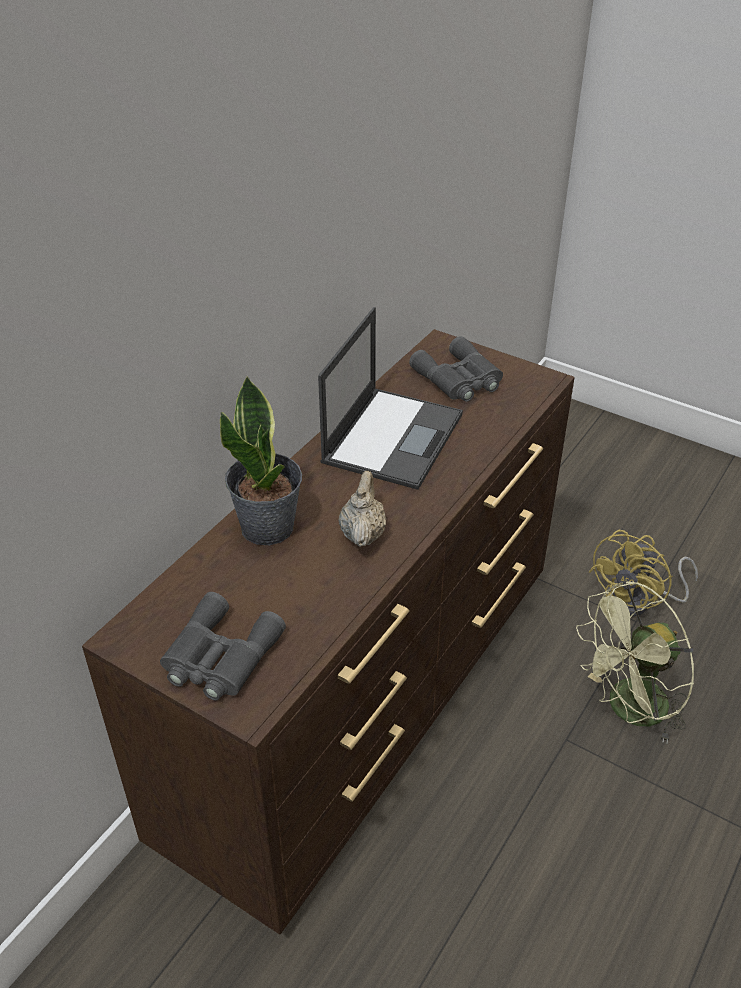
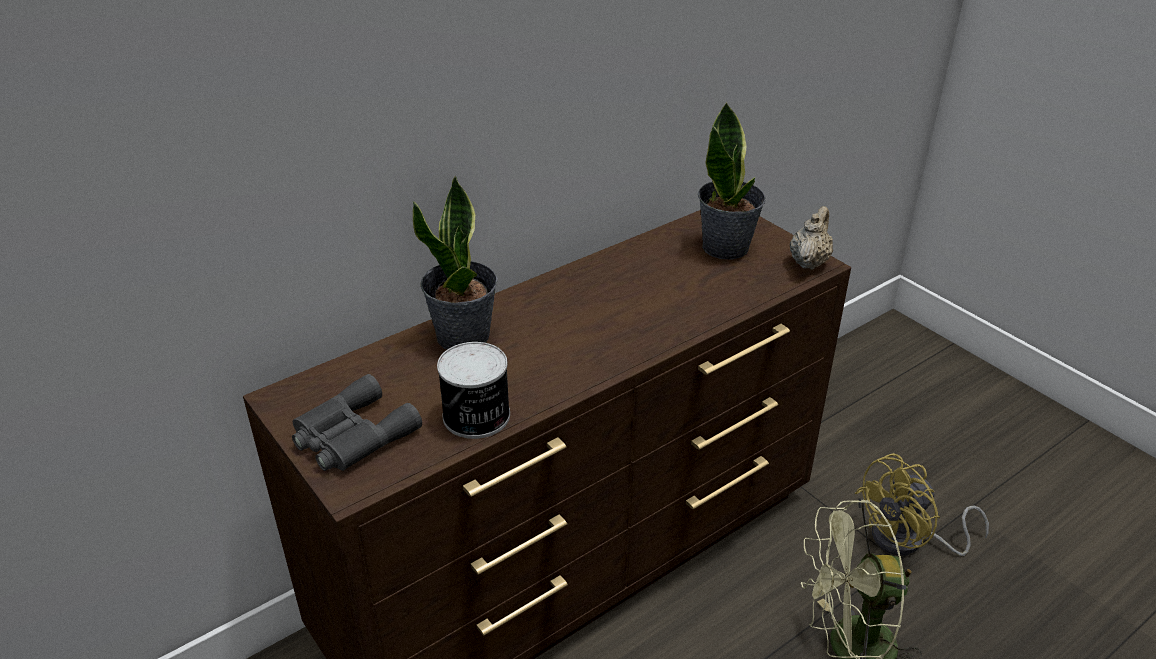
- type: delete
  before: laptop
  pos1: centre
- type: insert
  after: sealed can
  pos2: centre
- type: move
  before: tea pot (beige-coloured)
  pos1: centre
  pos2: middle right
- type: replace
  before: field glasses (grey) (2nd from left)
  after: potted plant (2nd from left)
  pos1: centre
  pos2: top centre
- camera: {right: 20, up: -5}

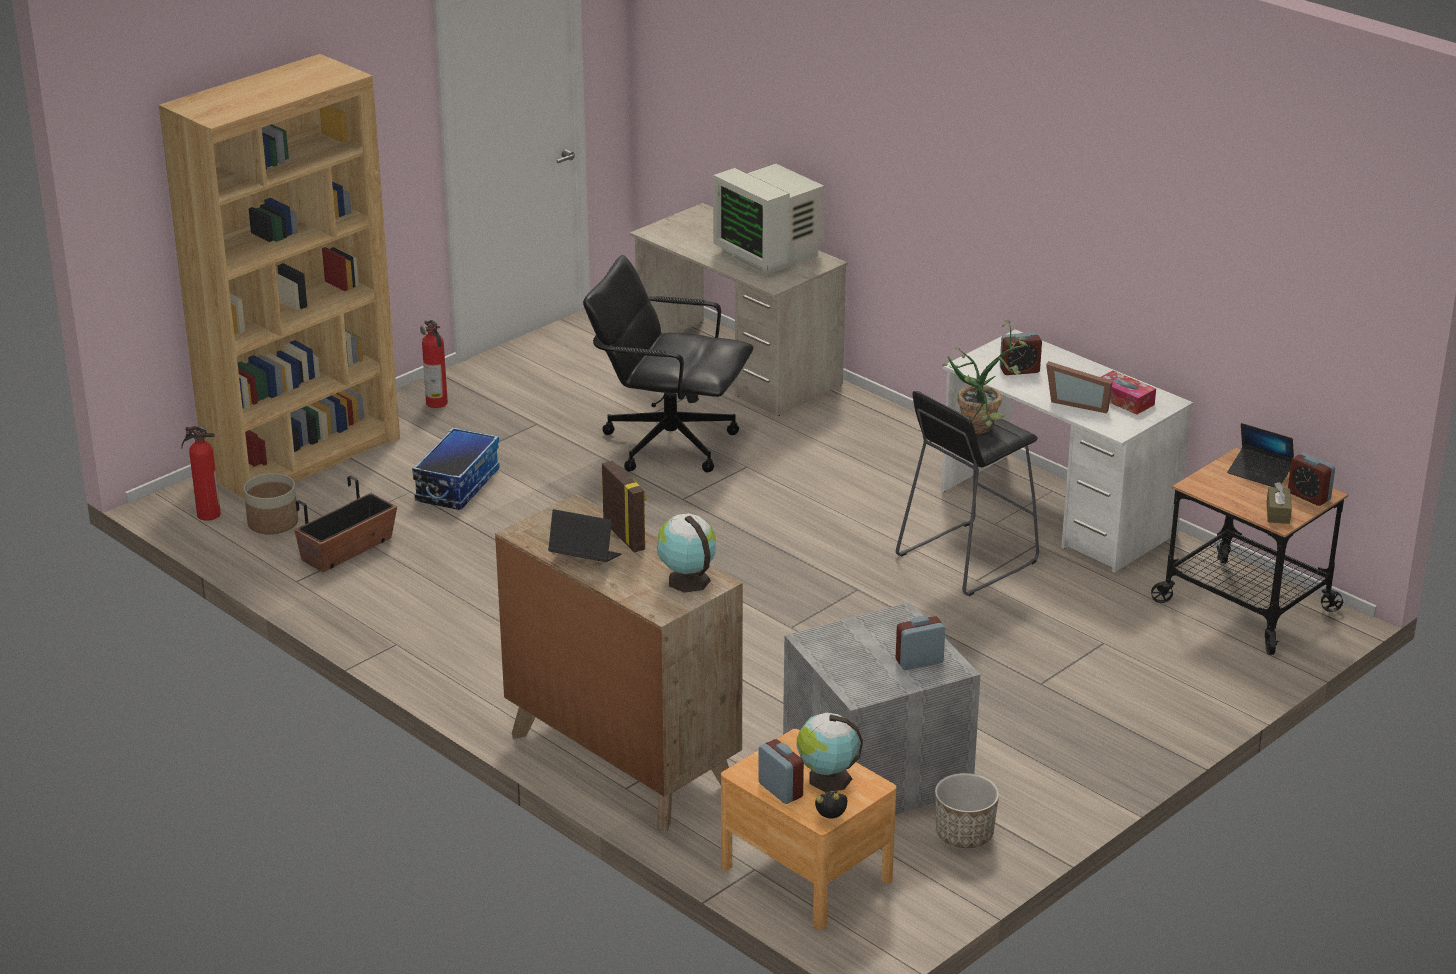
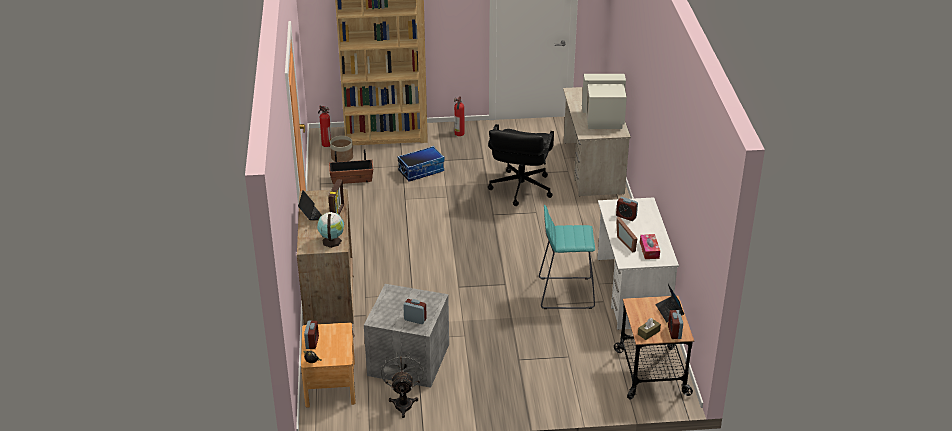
- type: delete
  before: world globe (2nd from left)
  pos1: bottom centre
- type: delete
  before: potted plant
  pos1: middle right
- type: replace
  before: plant pot (3rd from left)
  after: cooling fan (grey)
  pos1: bottom centre
  pos2: bottom centre
- type: recolor
  before: stool (black-coloured)
  after: stool (turquoise)
  pos1: centre
  pos2: centre
- type: rotate
  before: computer chair (black-coloured)
  pos1: centre
  pos2: centre
  turn: -135
- type: rotate
  before: computer screen
  pos1: top centre
  pos2: top centre
  turn: 90
- camera: {right: 40, up: 5}

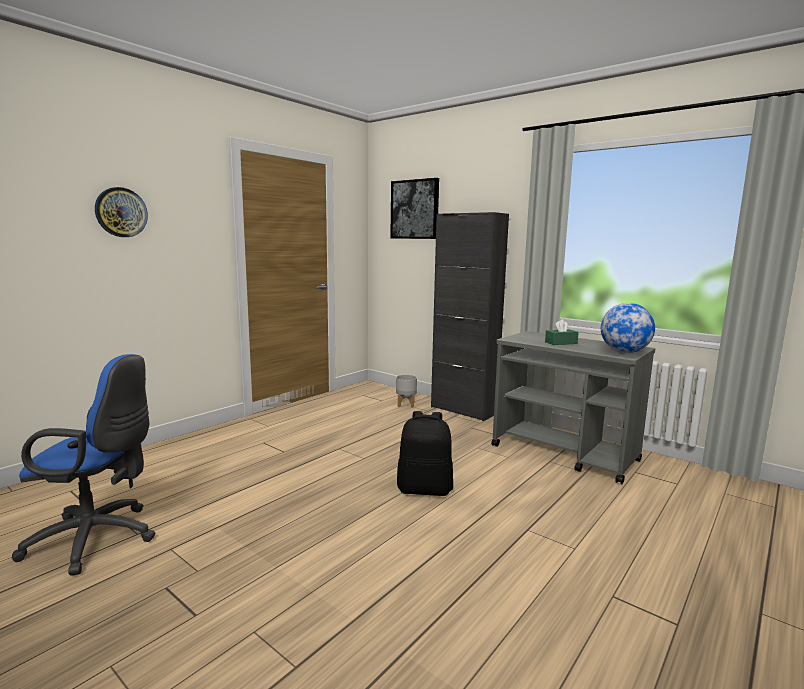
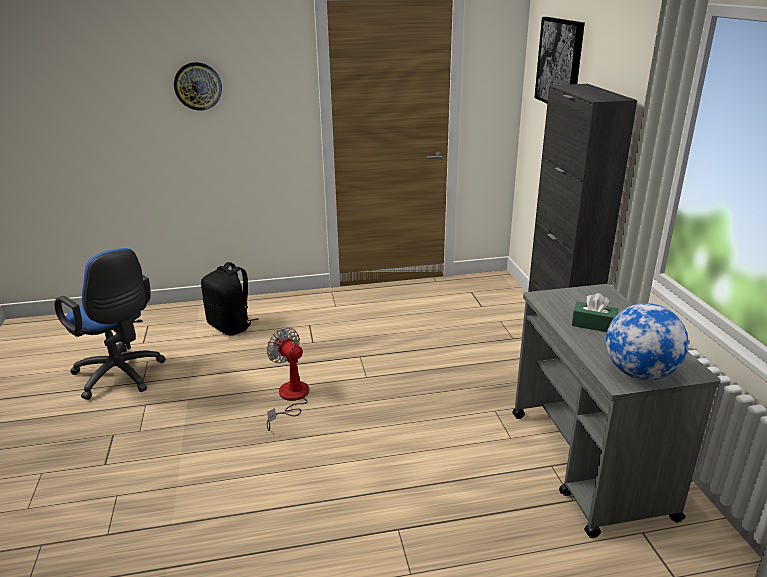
- type: delete
  before: plant pot (grey)
  pos1: centre
- type: insert
  after: cooling fan
  pos2: centre
- type: move
  before: backpack (black-coloured)
  pos1: centre
  pos2: middle left
- camera: {right: 40, up: 15}

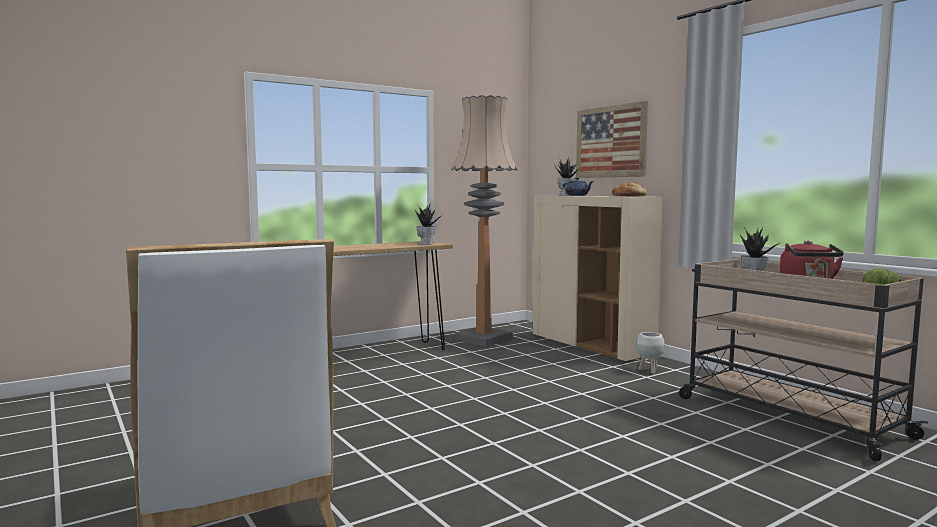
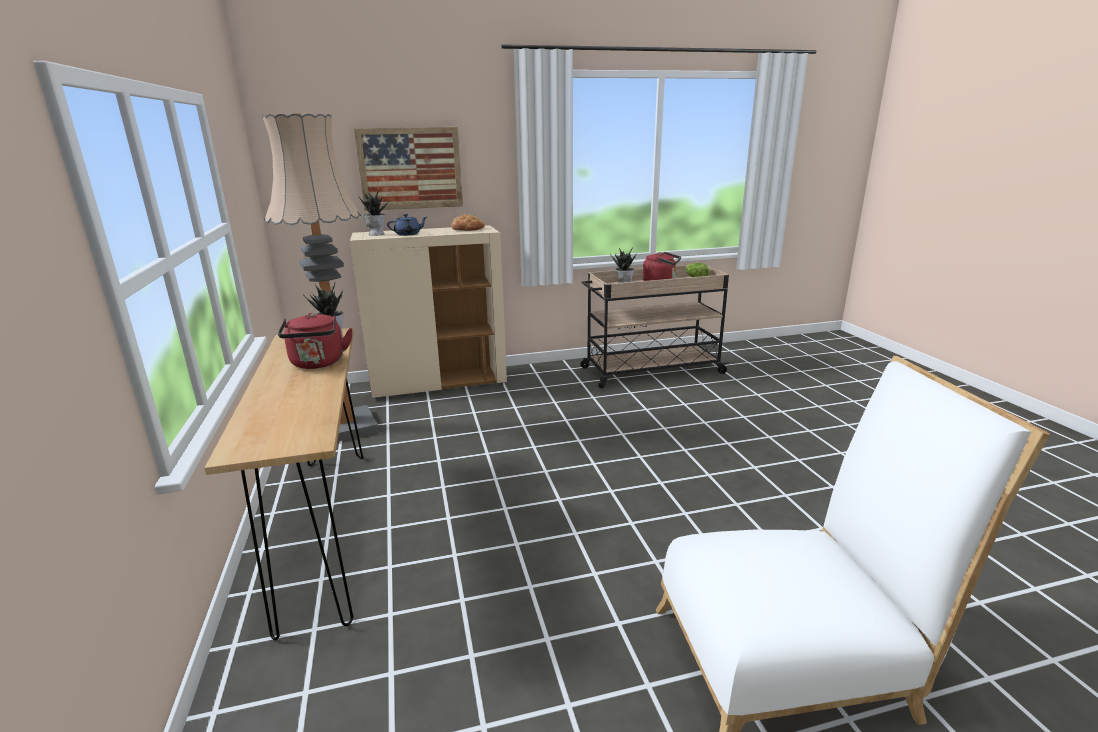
- type: delete
  before: plant pot (white-coloured)
  pos1: bottom right
- type: insert
  after: tea kettle (reddish) (1st from left)
  pos2: middle left
- camera: {right: -70, up: 15}

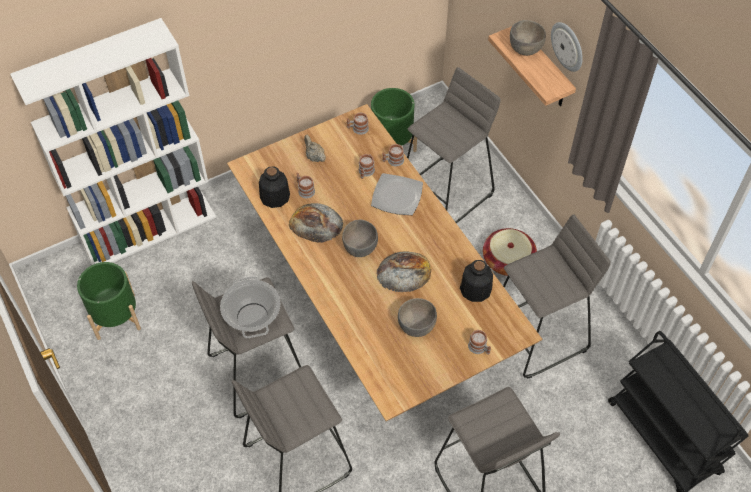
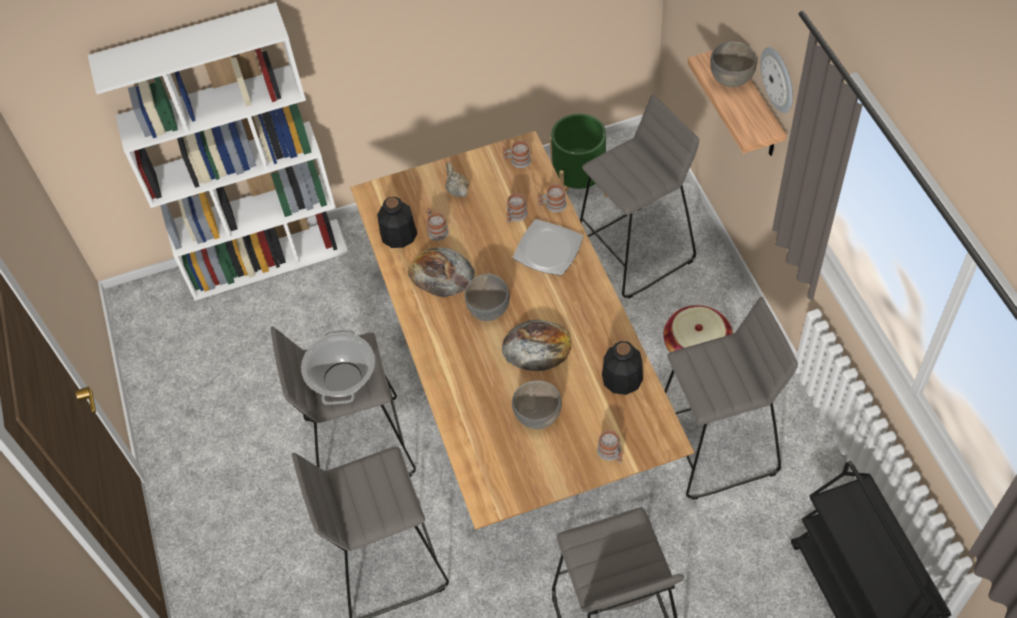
- type: delete
  before: plant pot (green-coloured) (1st from left)
  pos1: middle left
- camera: {right: 15, up: 0}

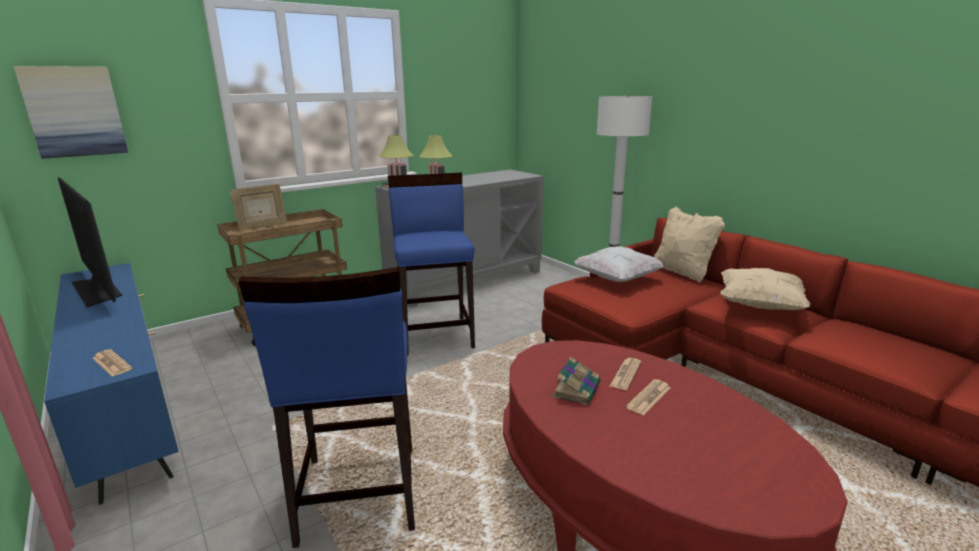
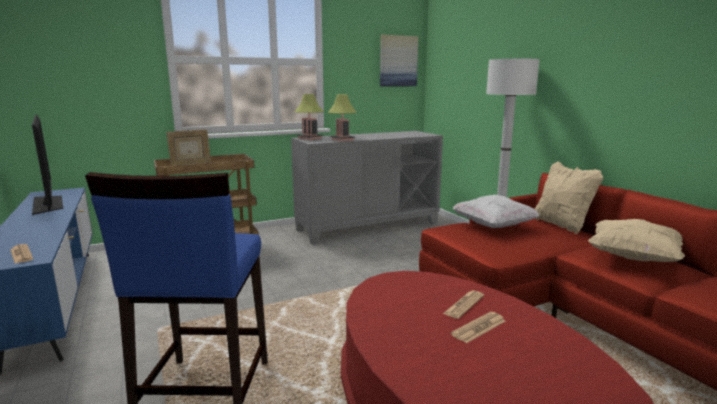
- type: delete
  before: stool (blue-coloured) (2nd from left)
  pos1: centre
- type: delete
  before: book
  pos1: bottom centre
- type: move
  before: wall art
  pos1: top left
  pos2: top centre
- camera: {right: 10, up: -5}

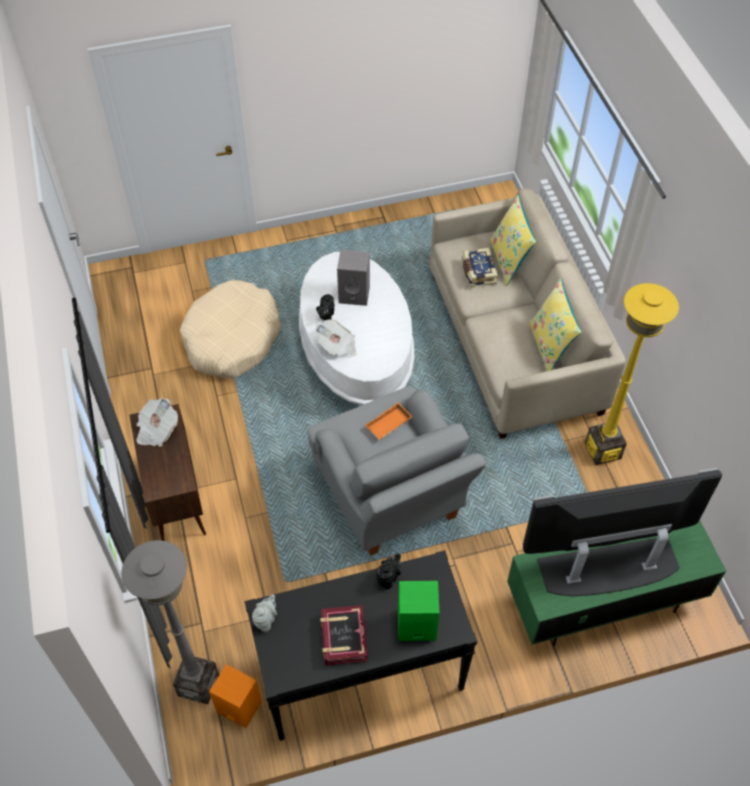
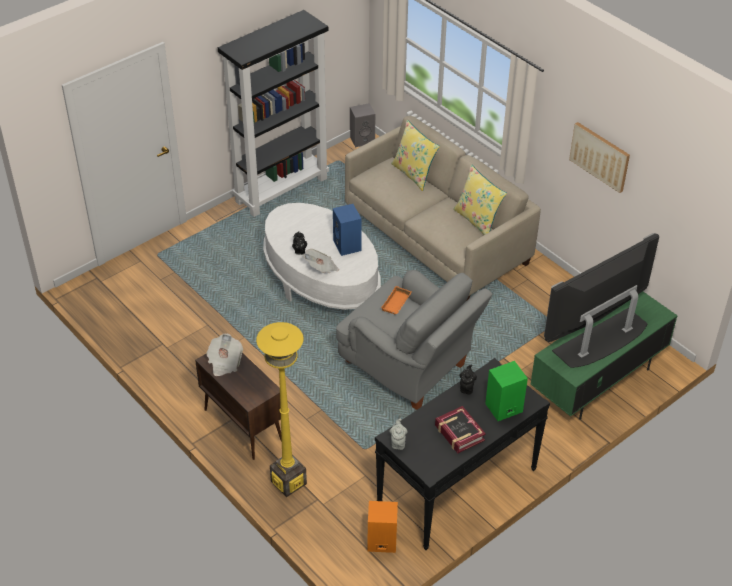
- type: delete
  before: standing lamp (grey)
  pos1: bottom left
- type: delete
  before: dog cushion (beige-coloured)
  pos1: middle left
- type: delete
  before: book (2nd from left)
  pos1: centre
- type: insert
  after: bookshelf (black-coloured)
  pos2: top centre
- type: insert
  after: audio speaker (blue-coloured)
  pos2: centre
- type: insert
  after: wall art
  pos2: top right
- type: move
  before: audio speaker (grey)
  pos1: centre
  pos2: top centre
- type: move
  before: standing lamp (yellow-coloured)
  pos1: middle right
  pos2: bottom centre
- camera: {right: -25, up: -10}

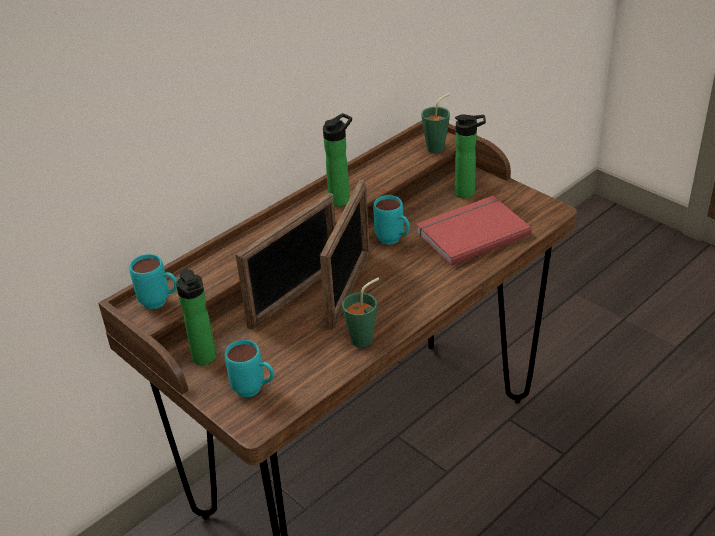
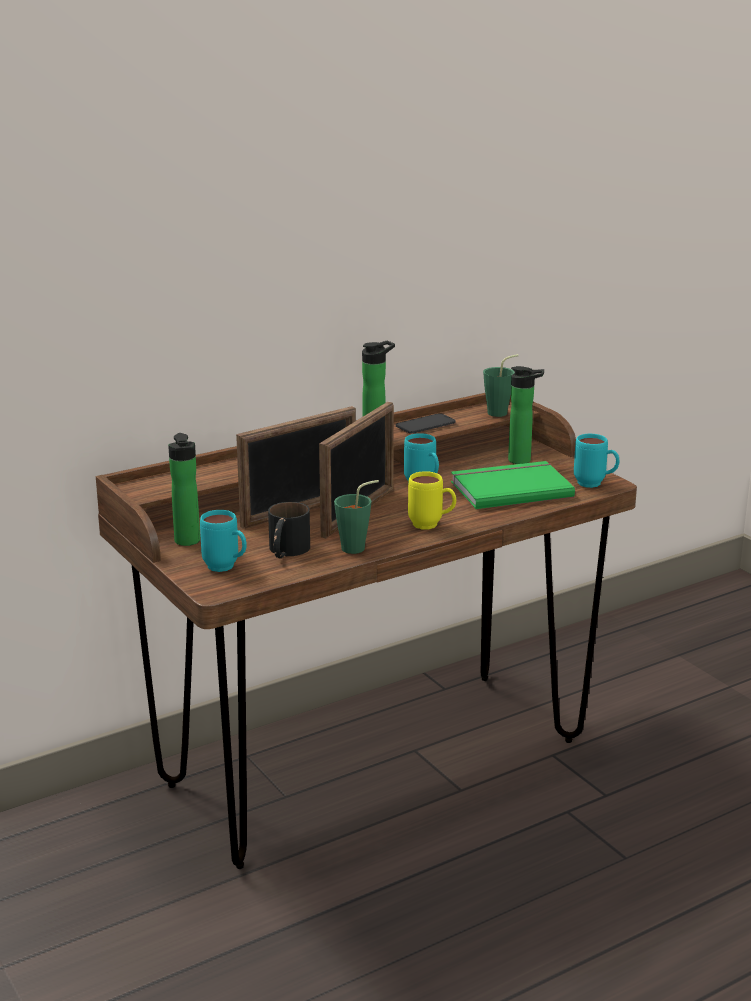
- type: insert
  after: mug (black-coloured)
  pos2: centre
- type: insert
  after: handset
  pos2: centre
- type: insert
  after: mug (yellow-coloured)
  pos2: centre
- type: move
  before: mug (turquoise) (1st from left in the first image)
  after: mug (turquoise) (3rd from left)
  pos1: middle left
  pos2: middle right
- type: recolor
  before: book (reddish)
  after: book (green-coloured)
  pos1: centre
  pos2: middle right
- camera: {right: 10, up: -15}

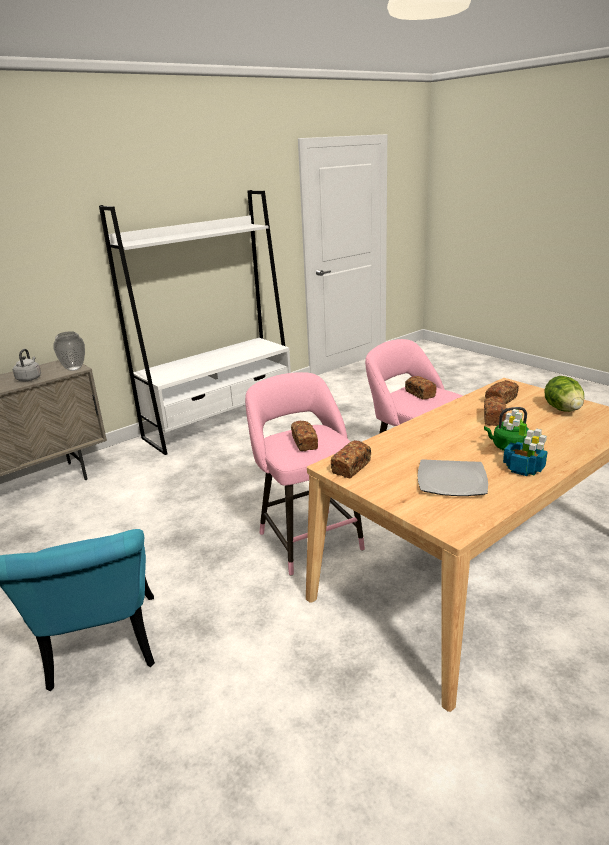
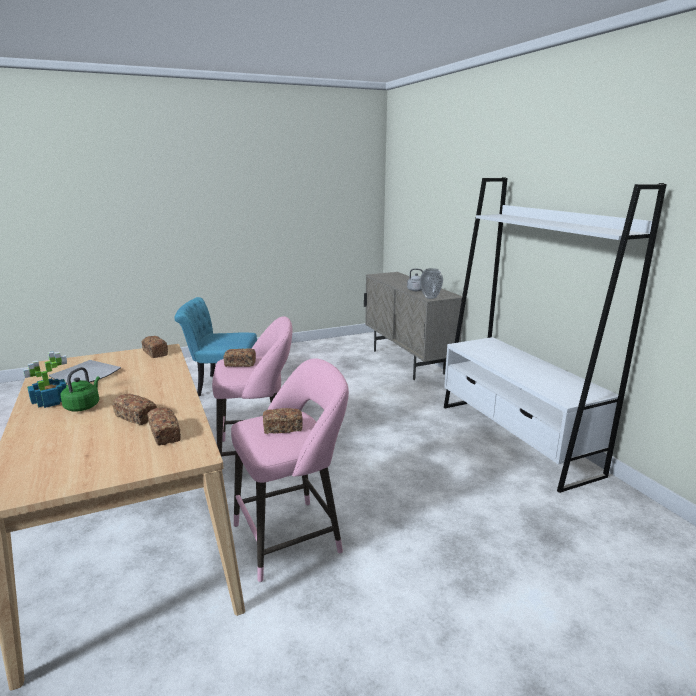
- type: delete
  before: lettuce
  pos1: middle right
- camera: {right: 105, up: -5}

